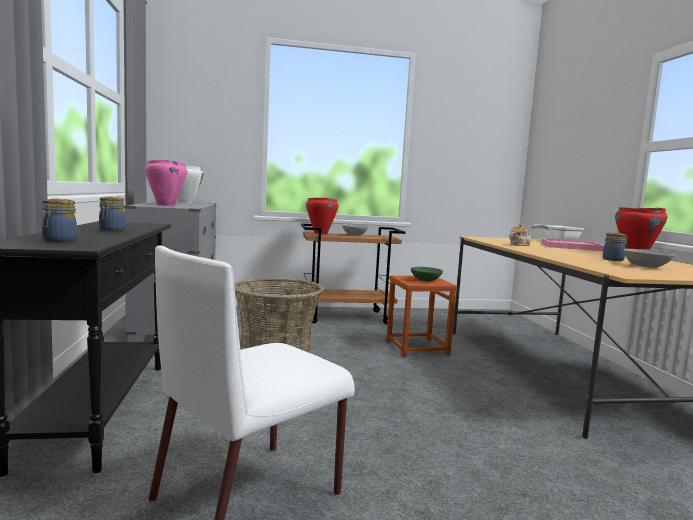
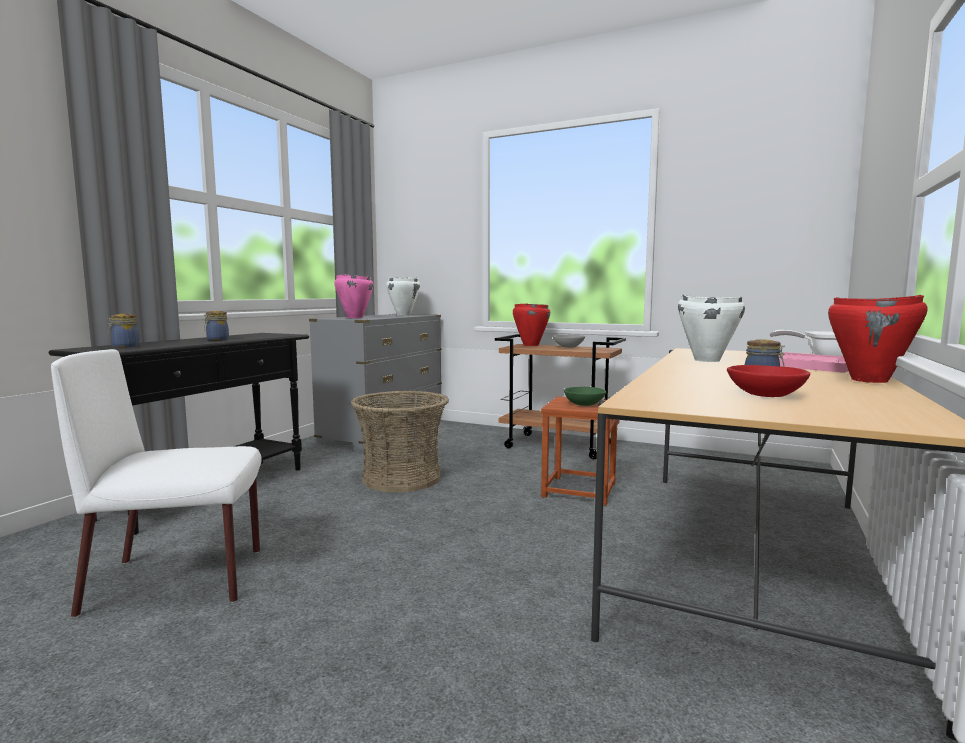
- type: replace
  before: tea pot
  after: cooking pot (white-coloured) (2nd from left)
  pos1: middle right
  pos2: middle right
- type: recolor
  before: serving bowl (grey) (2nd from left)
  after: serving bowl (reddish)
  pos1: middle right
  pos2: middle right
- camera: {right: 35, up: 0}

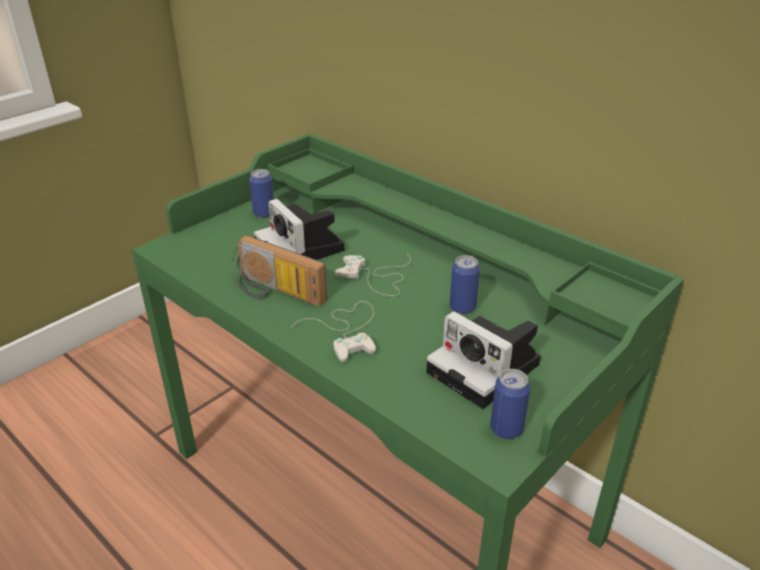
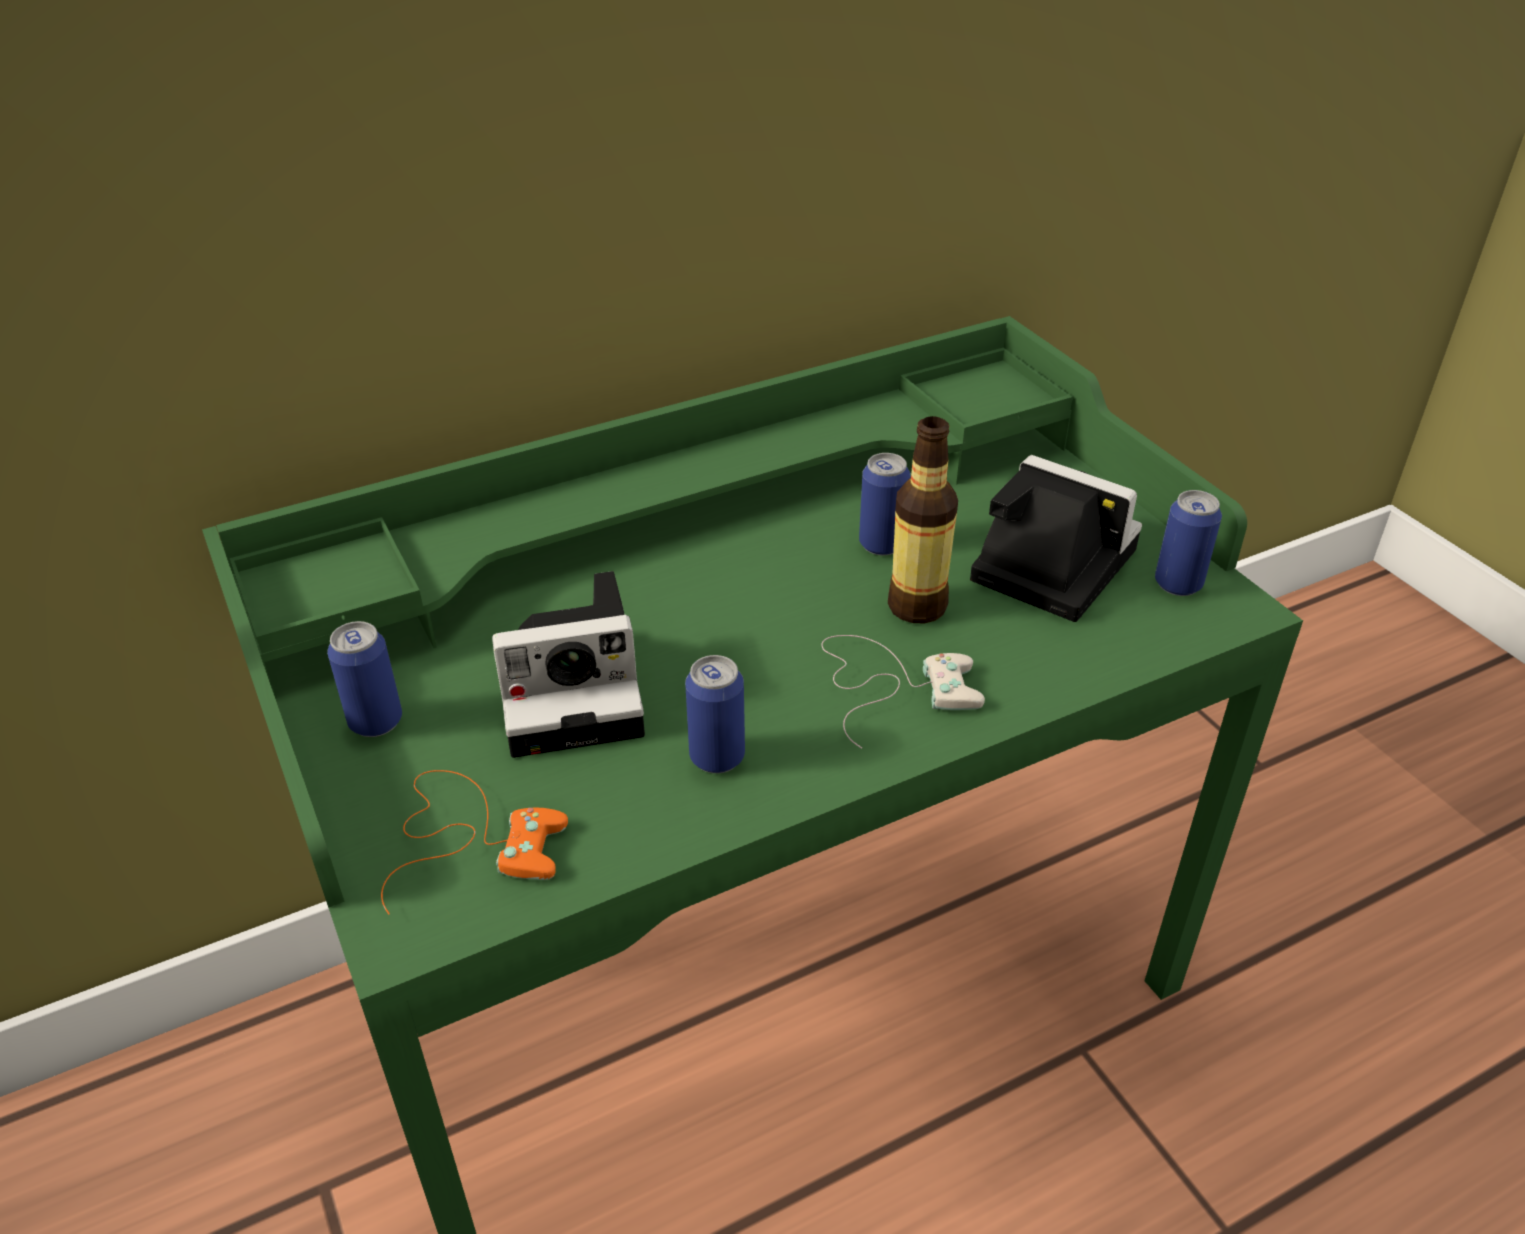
- type: delete
  before: joypad (white-coloured) (2nd from left)
  pos1: centre
- type: insert
  after: joypad (orange-coloured)
  pos2: bottom left
- type: insert
  after: drink bottle
  pos2: centre
- type: replace
  before: radio
  after: sealed can (2nd from left)
  pos1: centre
  pos2: centre
- type: rotate
  before: photo camera (2nd from left)
  pos1: centre
  pos2: middle right
  turn: -120
- camera: {right: -70, up: 5}

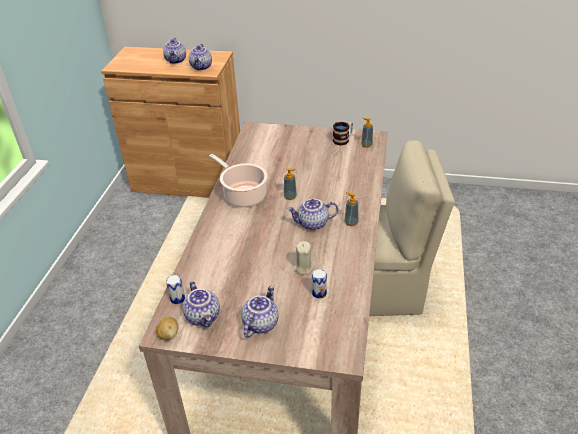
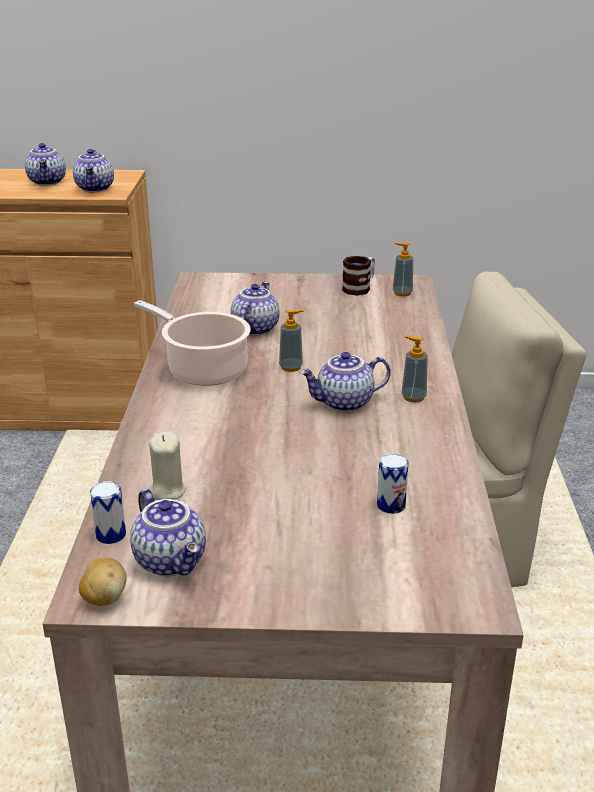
- type: move
  before: tea pot (4th from left)
  pos1: bottom centre
  pos2: centre
- type: move
  before: candle (beige-coloured)
  pos1: centre
  pos2: middle left
- camera: {right: -10, up: -10}

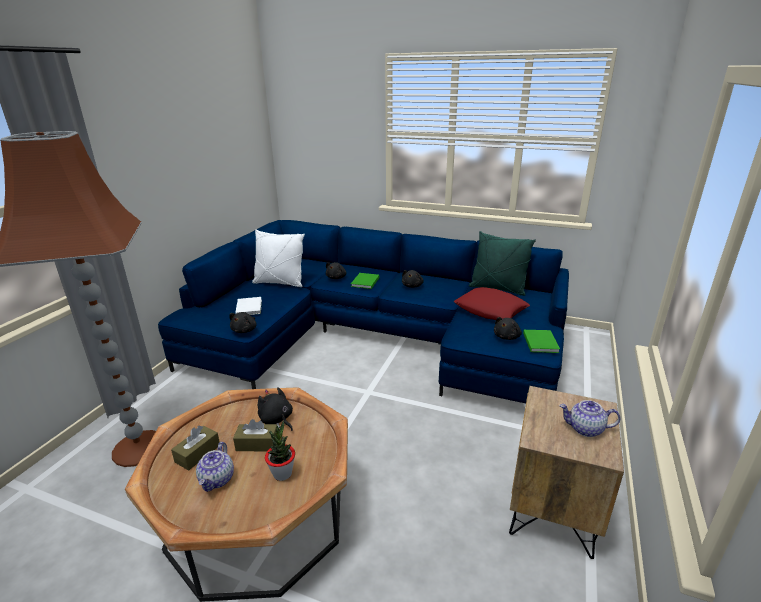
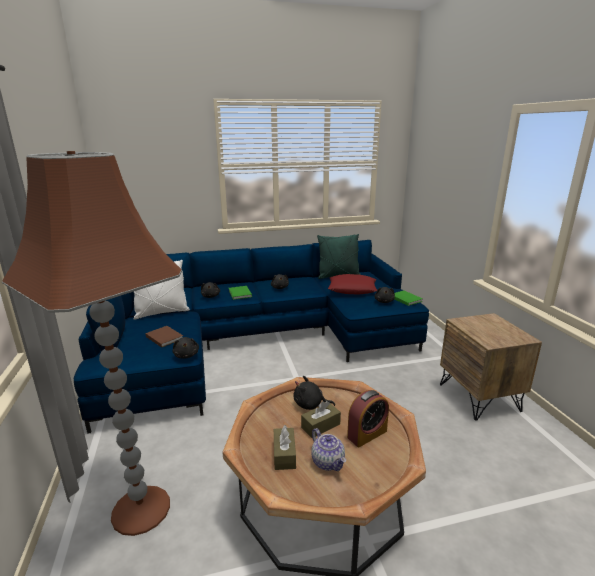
- type: delete
  before: tea pot (2nd from left)
  pos1: bottom right
- type: replace
  before: potted plant
  after: bedside clock
  pos1: bottom centre
  pos2: bottom centre
- type: recolor
  before: book (white-coloured)
  after: book (brown)
  pos1: middle left
  pos2: middle left
- camera: {right: -35, up: -5}

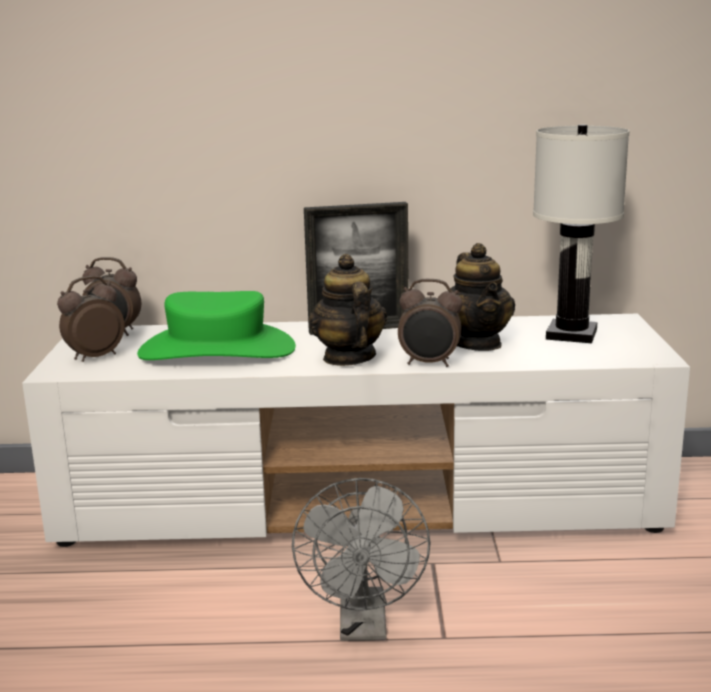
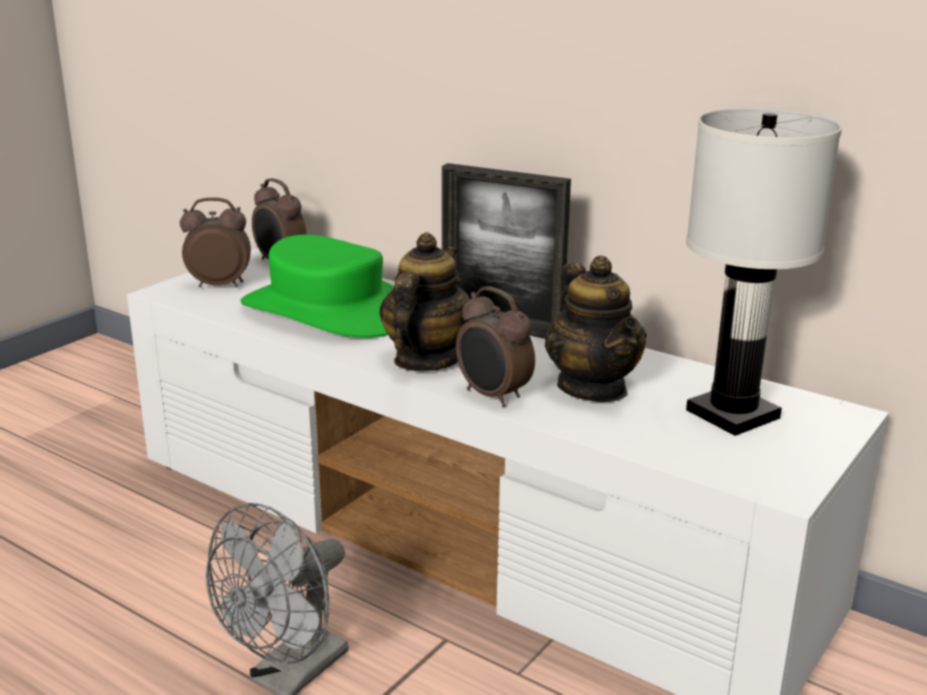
- type: rotate
  before: tea pot (2nd from left)
  pos1: middle right
  pos2: centre
  turn: -45
- camera: {right: 35, up: 5}

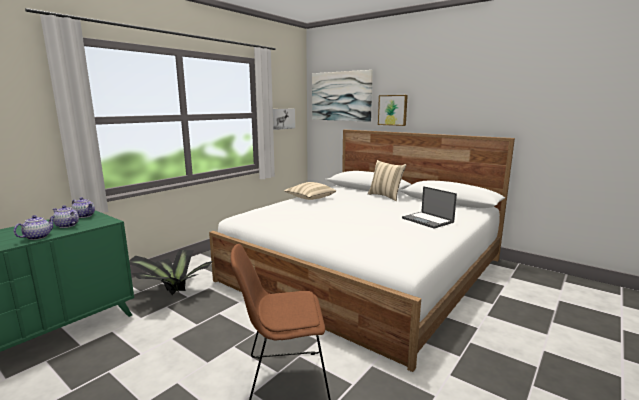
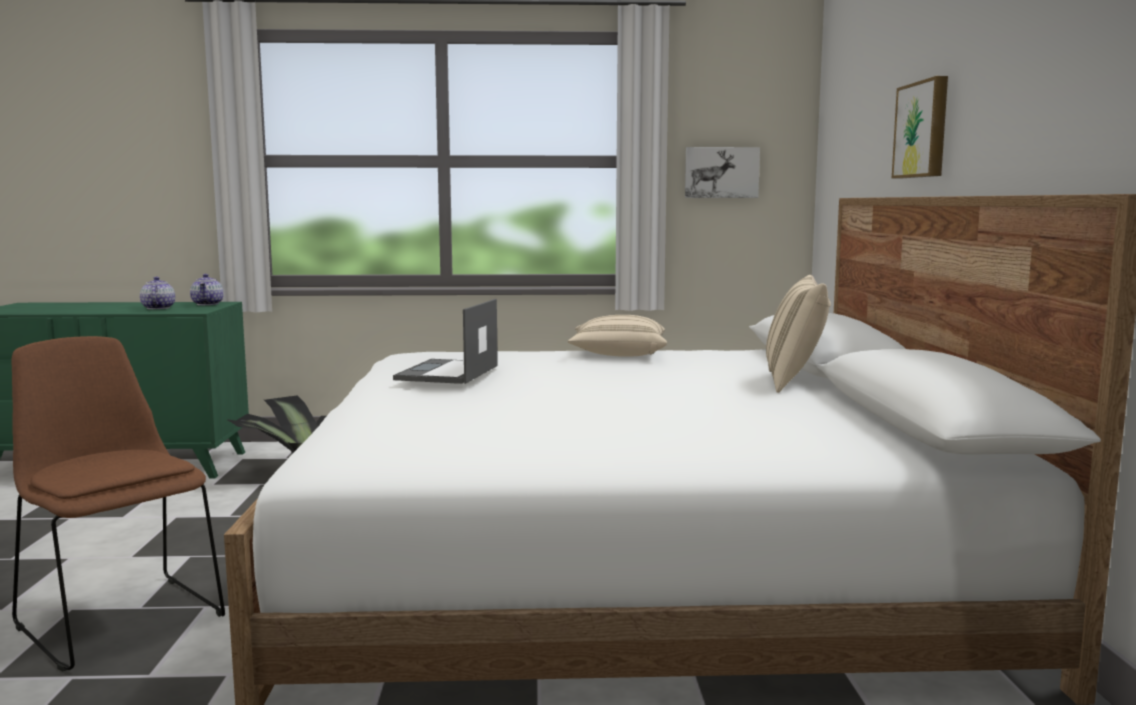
- type: delete
  before: tea pot (1st from left)
  pos1: middle left
- type: delete
  before: wall art (2nd from left)
  pos1: top centre
- type: move
  before: laptop
  pos1: middle right
  pos2: centre
- camera: {right: 50, up: -5}

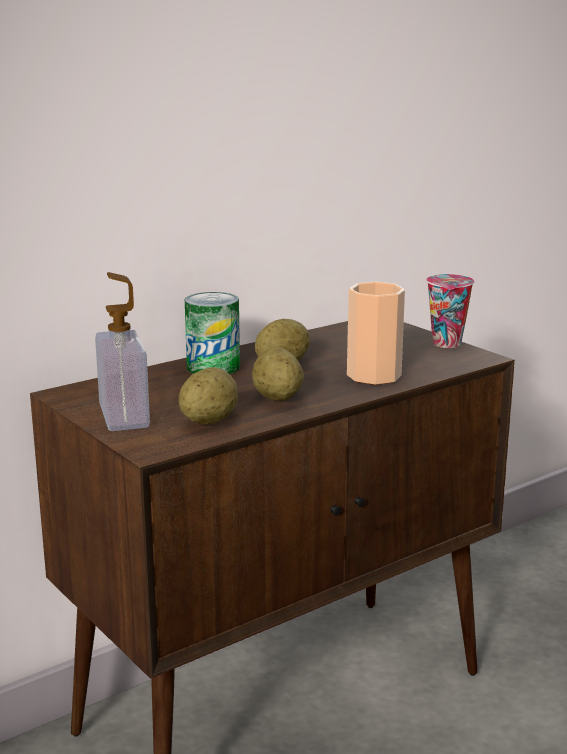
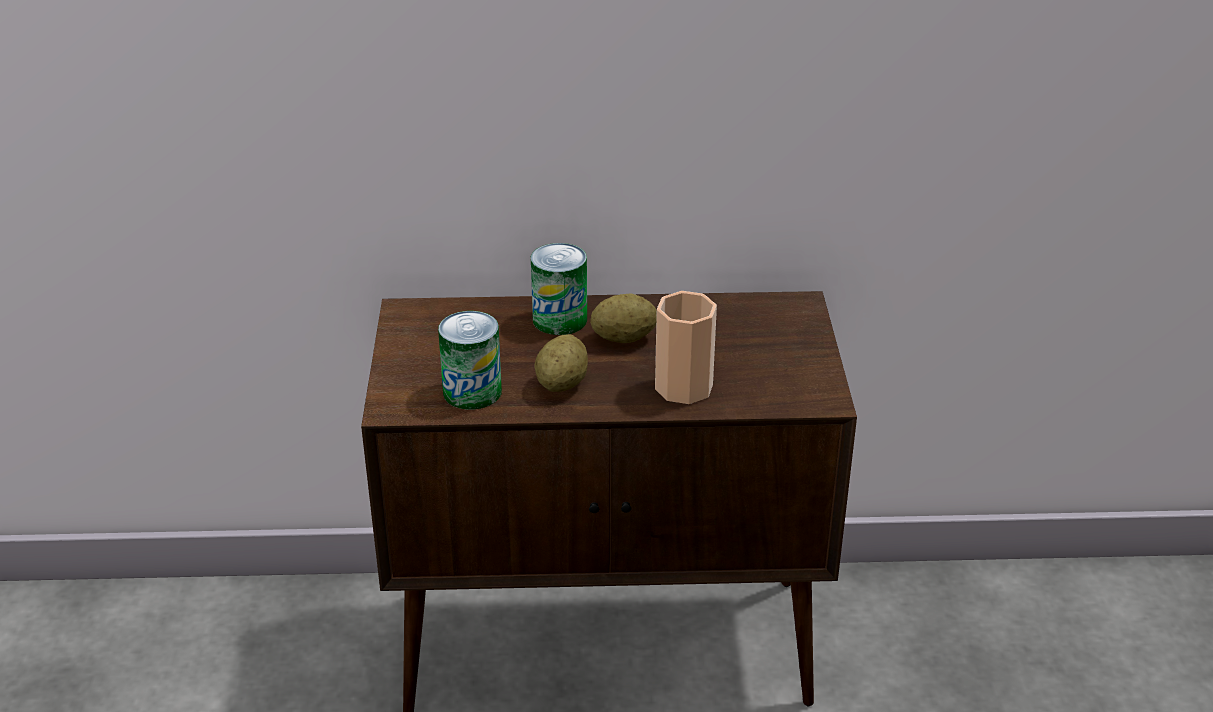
- type: delete
  before: soap dispenser
  pos1: middle left
- type: delete
  before: cup (2nd from left)
  pos1: middle right
- type: replace
  before: potato (1st from left)
  after: sealed can (1st from left)
  pos1: centre
  pos2: centre
- camera: {right: 35, up: 15}

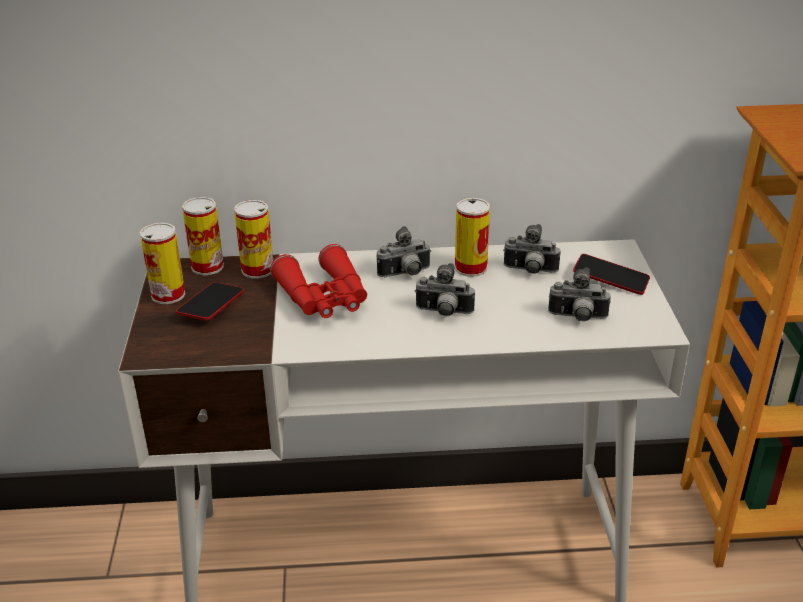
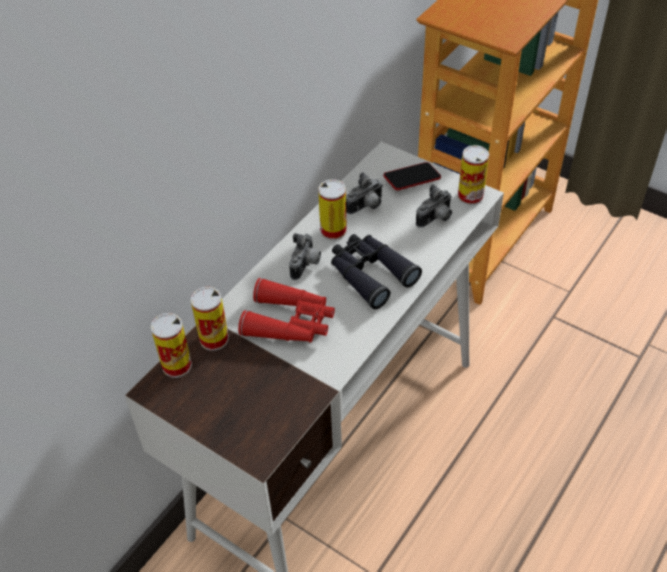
- type: delete
  before: handset (1st from left)
  pos1: middle left
- type: move
  before: sealed can (1st from left in the first image)
  after: sealed can (4th from left)
  pos1: middle left
  pos2: top right
- type: replace
  before: photo camera (2nd from left)
  after: field glasses (black-coloured)
  pos1: centre
  pos2: centre
- camera: {right: -50, up: 15}

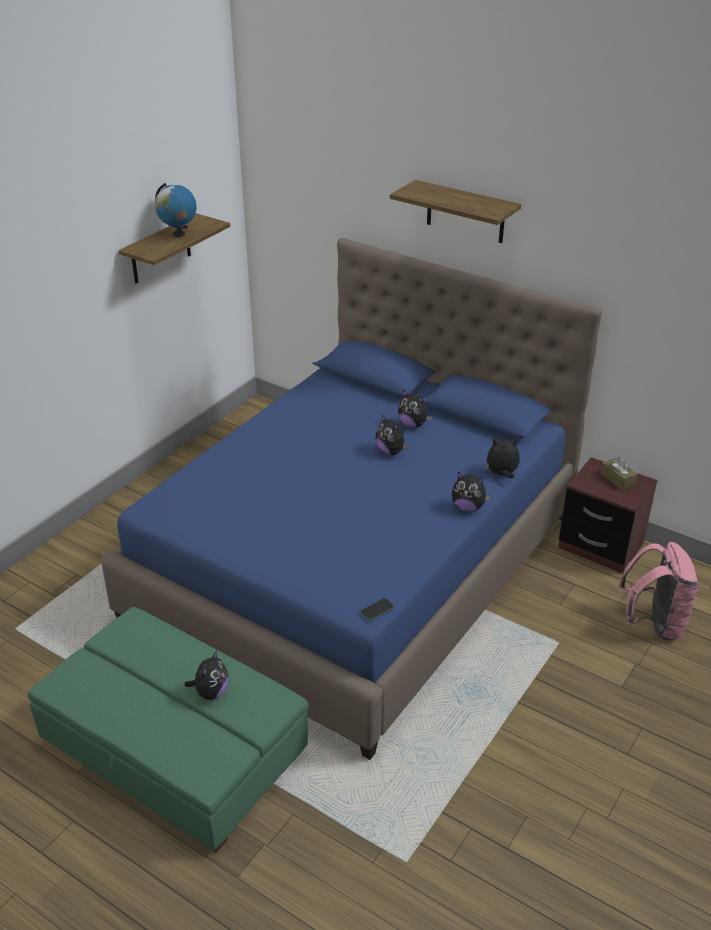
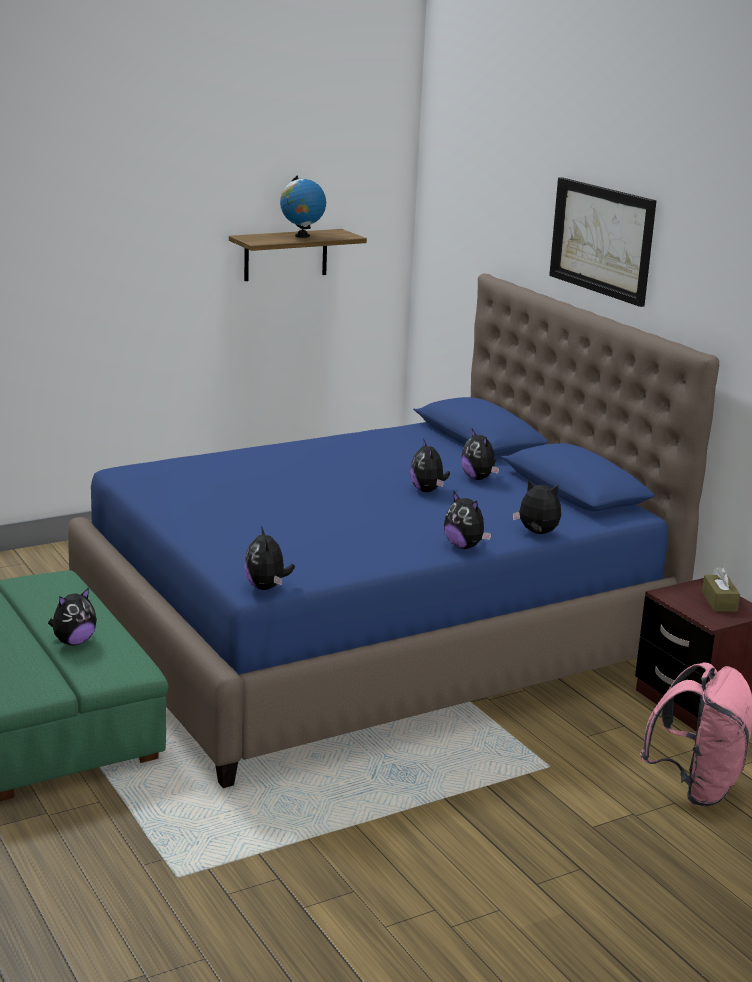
- type: replace
  before: handset
  after: soft toy (2nd from left)
  pos1: centre
  pos2: centre
- type: replace
  before: wall shelf (2nd from left)
  after: wall art
  pos1: top centre
  pos2: top right
- camera: {right: 25, up: -15}

